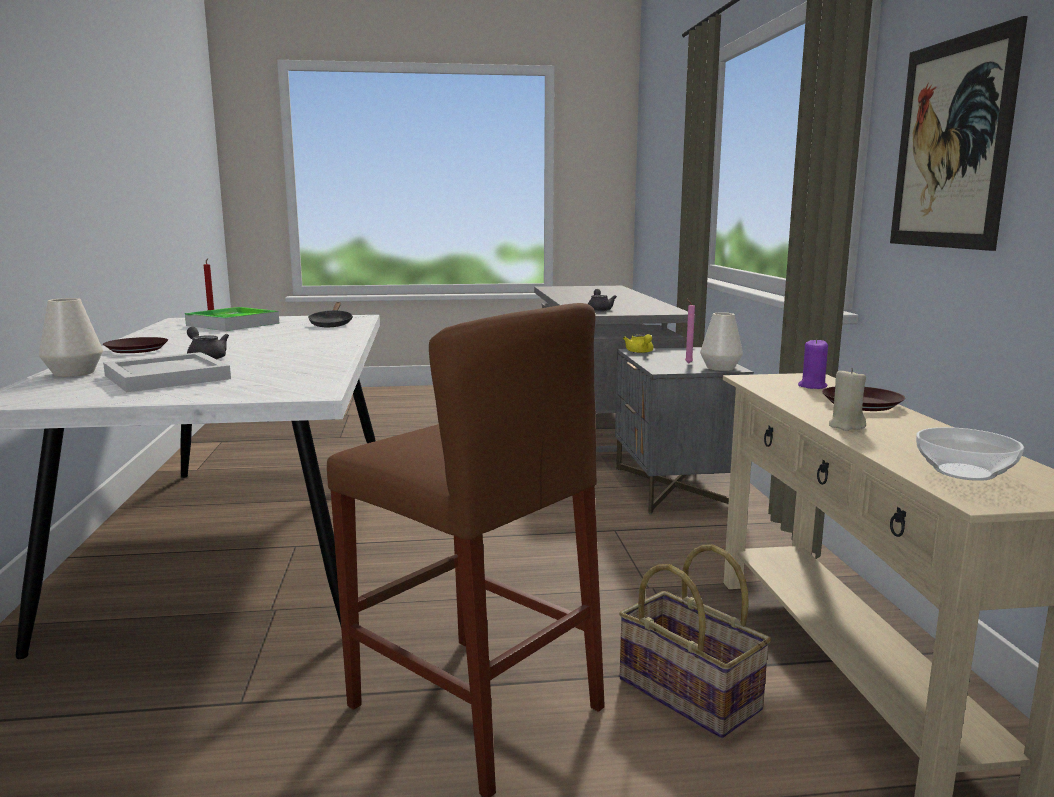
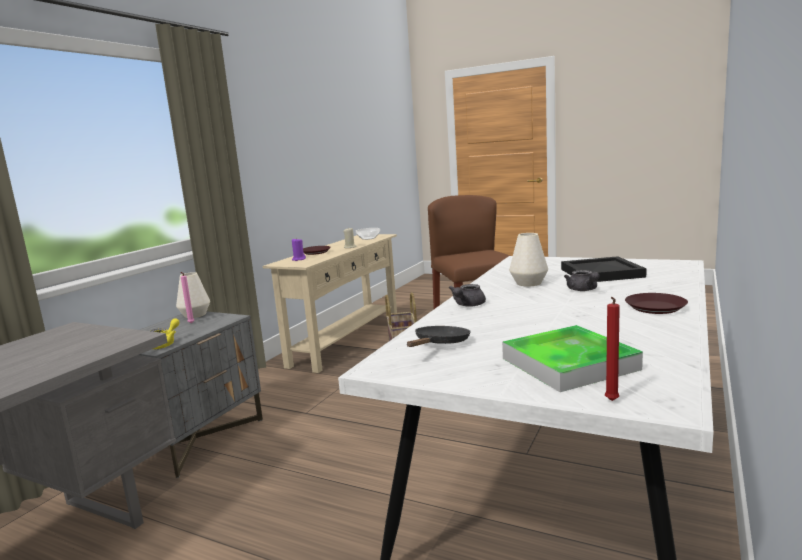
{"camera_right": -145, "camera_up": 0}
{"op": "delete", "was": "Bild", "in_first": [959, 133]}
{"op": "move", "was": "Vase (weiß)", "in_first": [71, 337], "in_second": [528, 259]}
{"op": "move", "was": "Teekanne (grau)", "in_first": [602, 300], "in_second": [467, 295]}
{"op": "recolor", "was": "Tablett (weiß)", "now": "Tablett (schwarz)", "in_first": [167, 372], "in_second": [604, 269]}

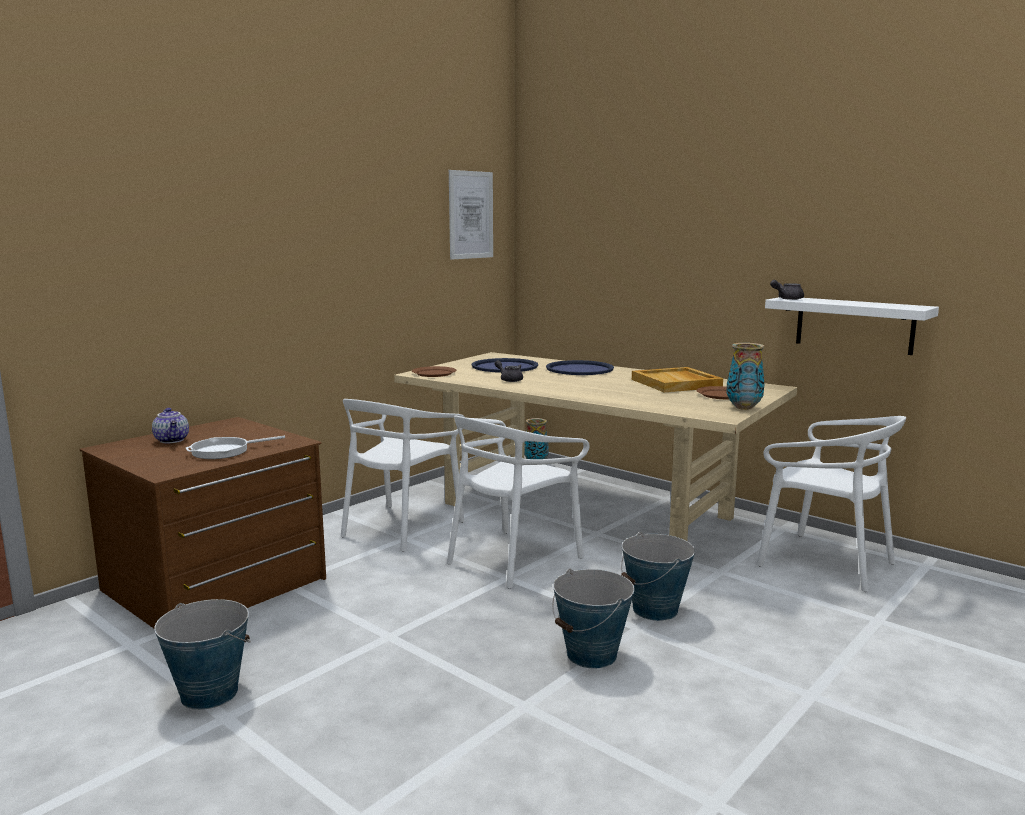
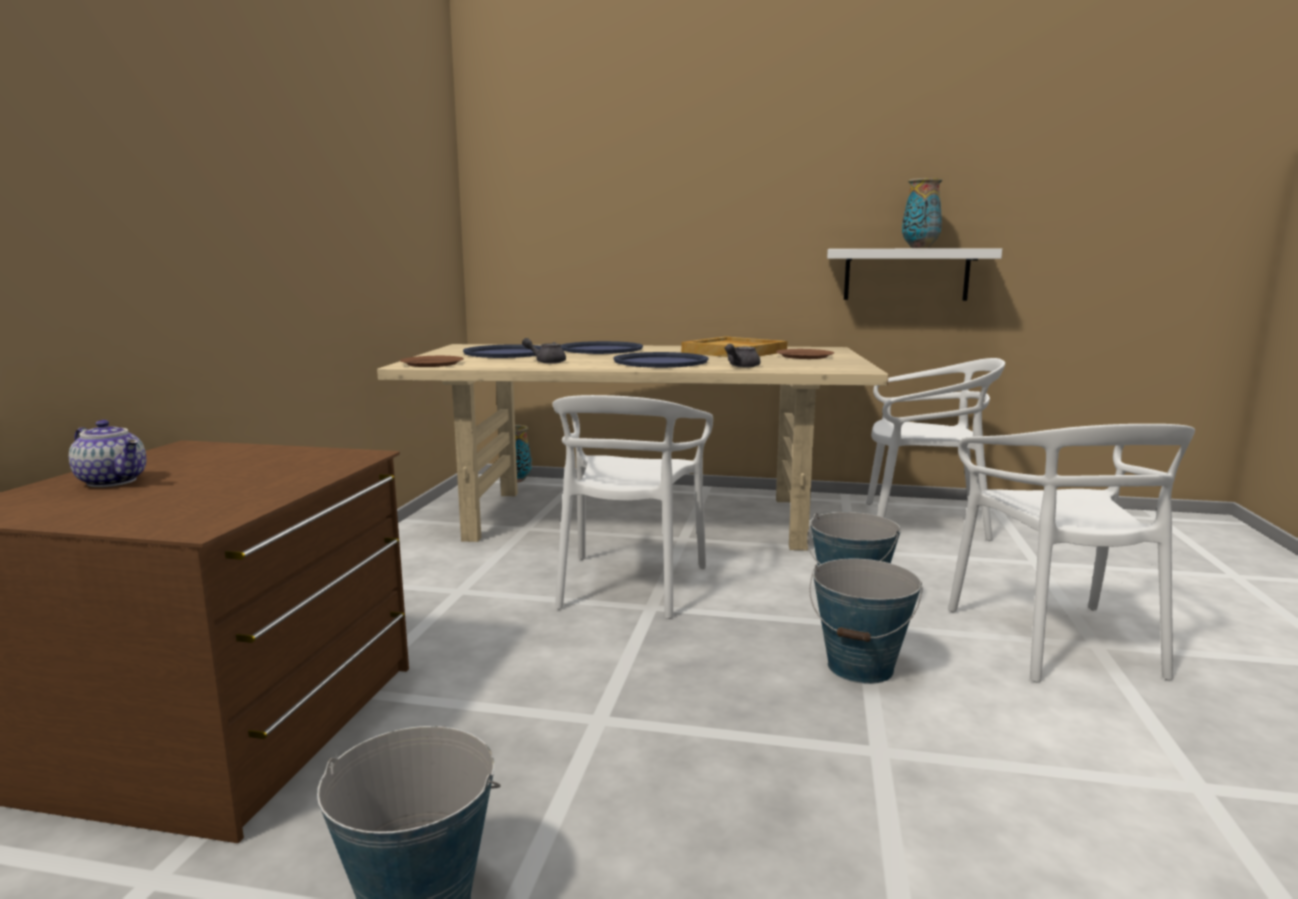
{"camera_right": -30, "camera_up": 0}
{"op": "delete", "was": "Pfanne", "in_first": [235, 447]}
{"op": "delete", "was": "Bild", "in_first": [471, 215]}
{"op": "insert", "now": "Tablett (blau)", "in_second": [660, 360]}
{"op": "move", "was": "Stuhl (weiß)", "in_first": [403, 475], "in_second": [1071, 553]}
{"op": "move", "was": "Vase", "in_first": [745, 376], "in_second": [922, 213]}
{"op": "move", "was": "Teekanne (grau)", "in_first": [787, 290], "in_second": [742, 355]}

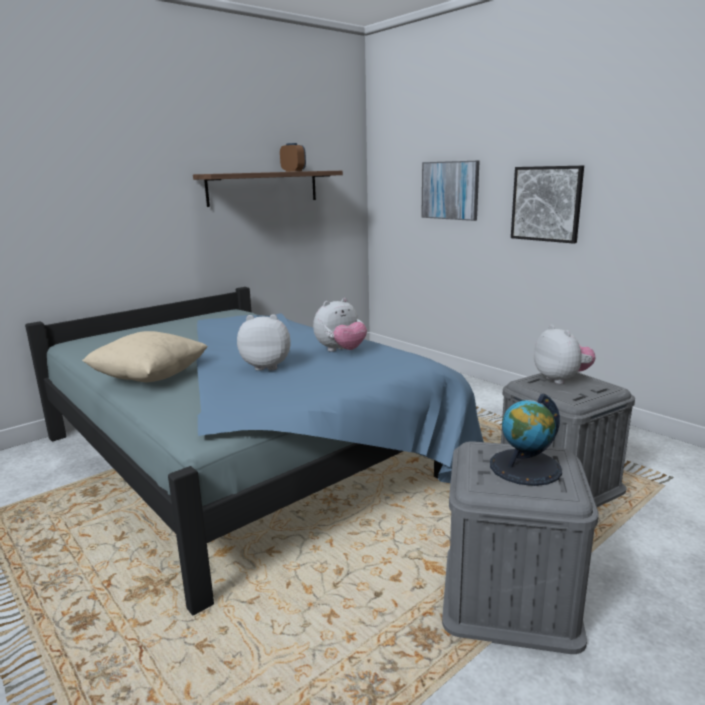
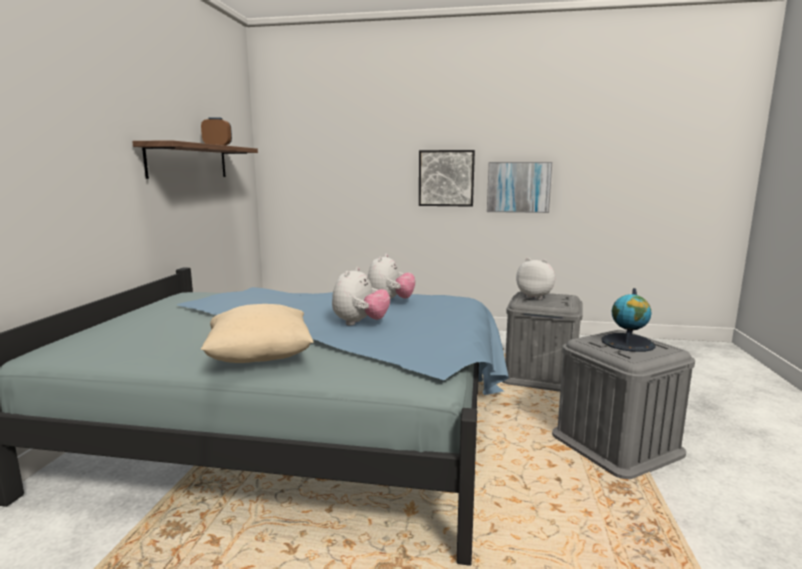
{"camera_right": -40, "camera_up": -5}
{"op": "move", "was": "Bild", "in_first": [450, 191], "in_second": [519, 187]}
{"op": "rotate", "was": "Plüschtier", "in_first": [264, 342], "in_second": [361, 296], "clockwise": 150}

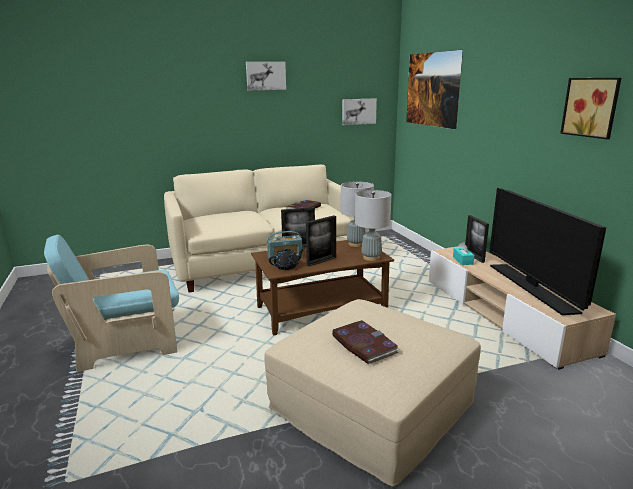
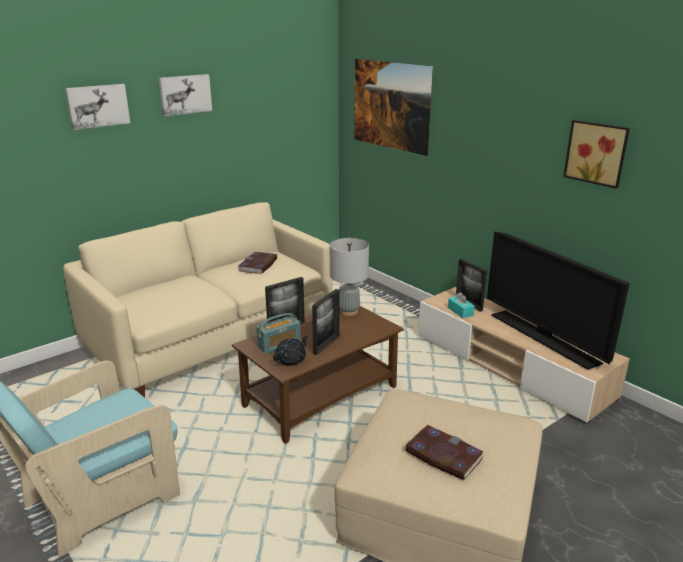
{"camera_right": -20, "camera_up": 5}
{"op": "delete", "was": "Tischlampe (grau)", "in_first": [373, 225]}
{"op": "move", "was": "Bild", "in_first": [359, 111], "in_second": [97, 107]}

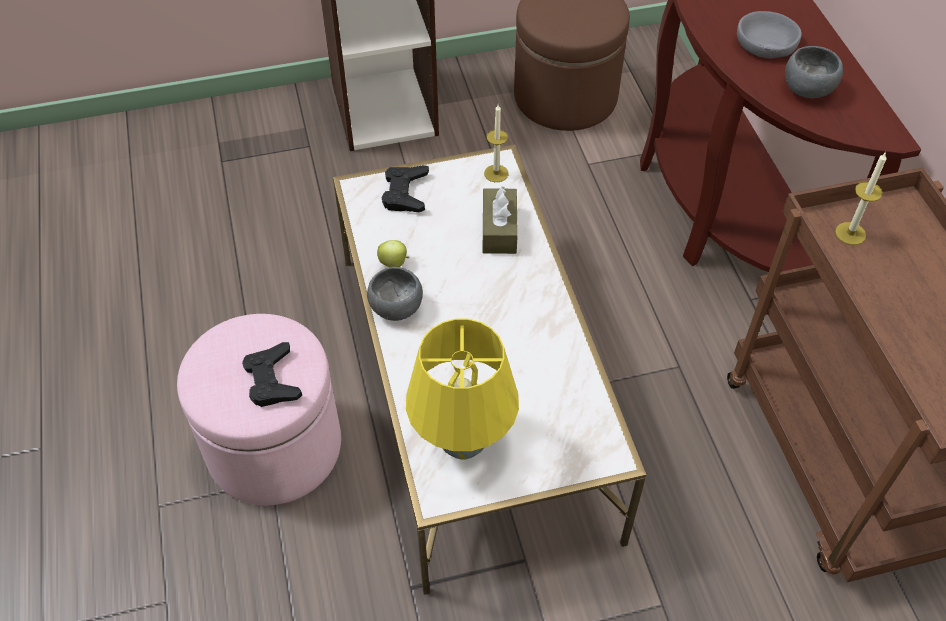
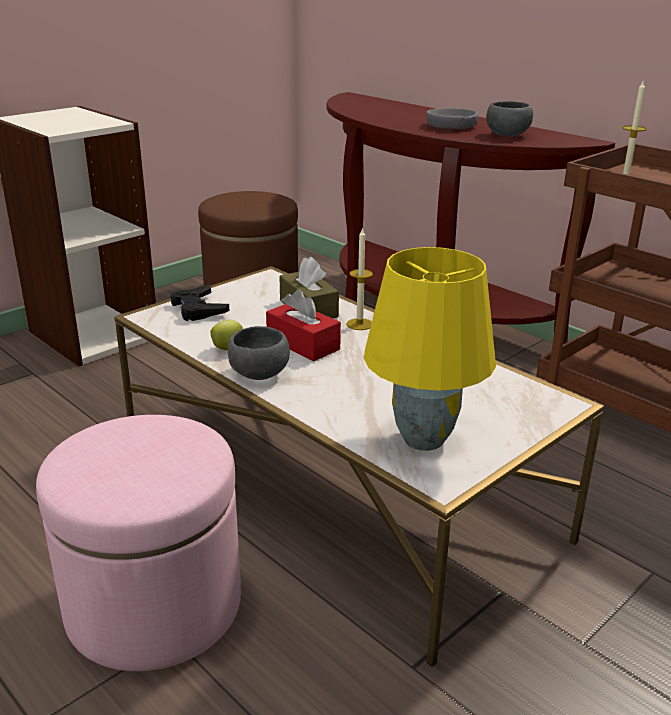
{"camera_right": -30, "camera_up": -25}
{"op": "delete", "was": "Gamepad (schwarz)", "in_first": [272, 374]}
{"op": "insert", "now": "Taschentuchbox (rot)", "in_second": [303, 325]}
{"op": "move", "was": "Kerze", "in_first": [496, 143], "in_second": [359, 278]}

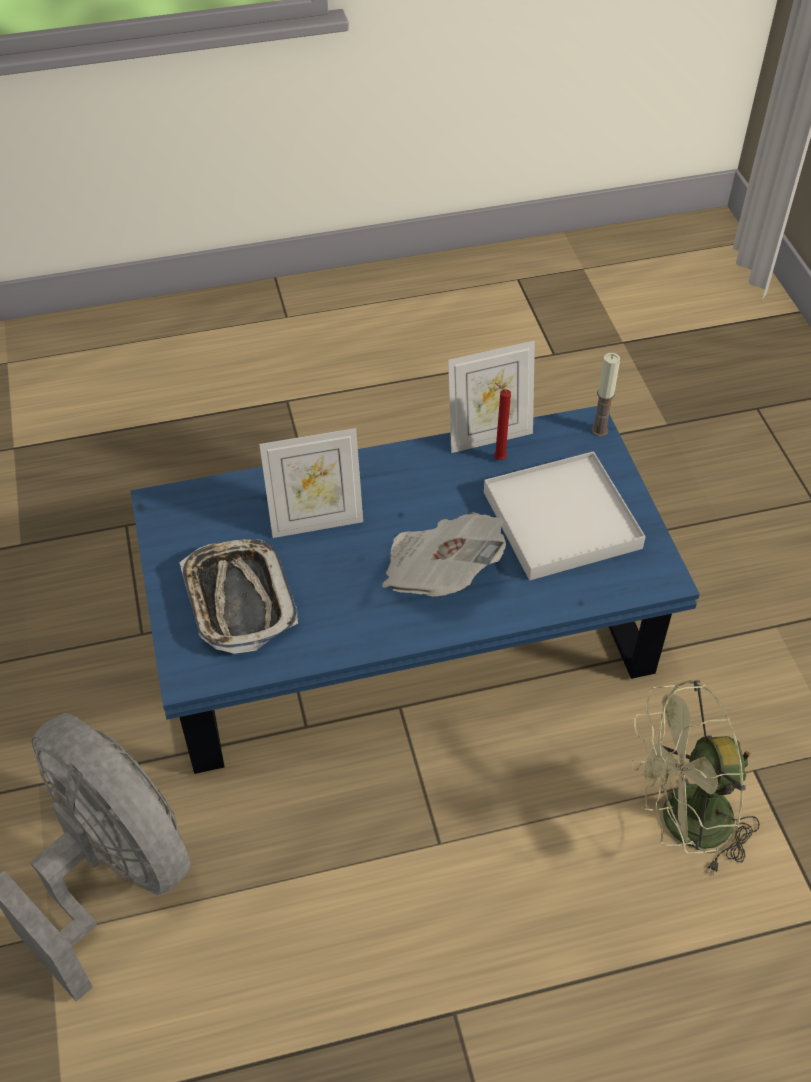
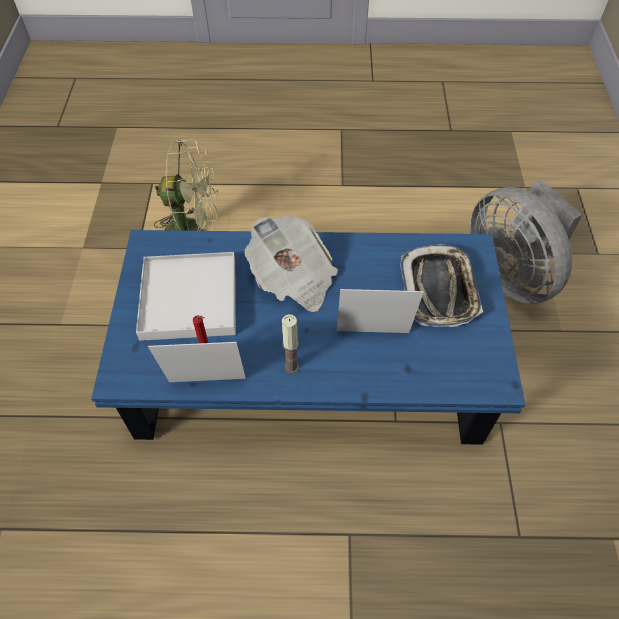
{"camera_right": -165, "camera_up": 5}
{"op": "move", "was": "Kerze", "in_first": [605, 395], "in_second": [290, 344]}

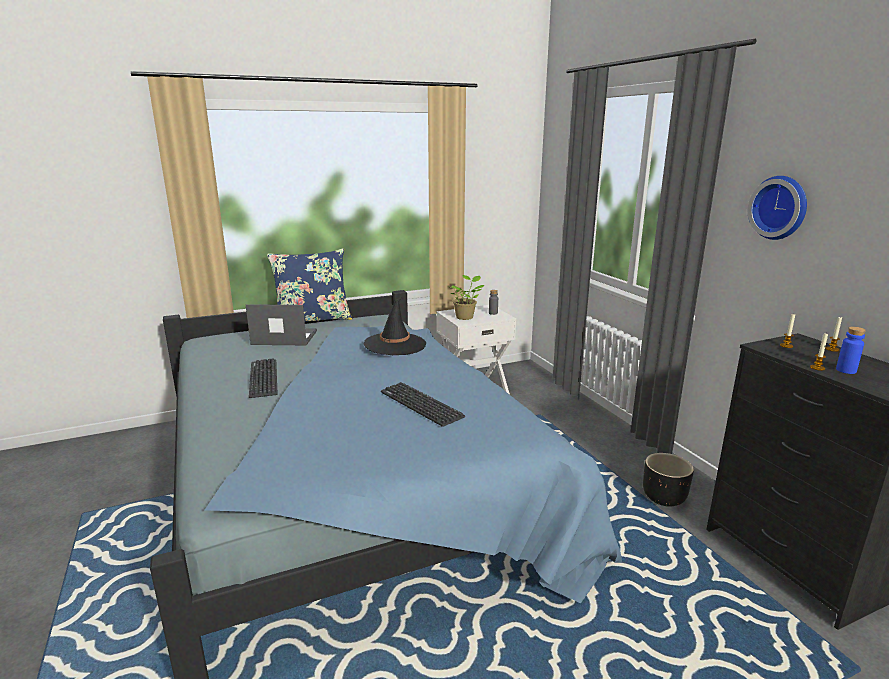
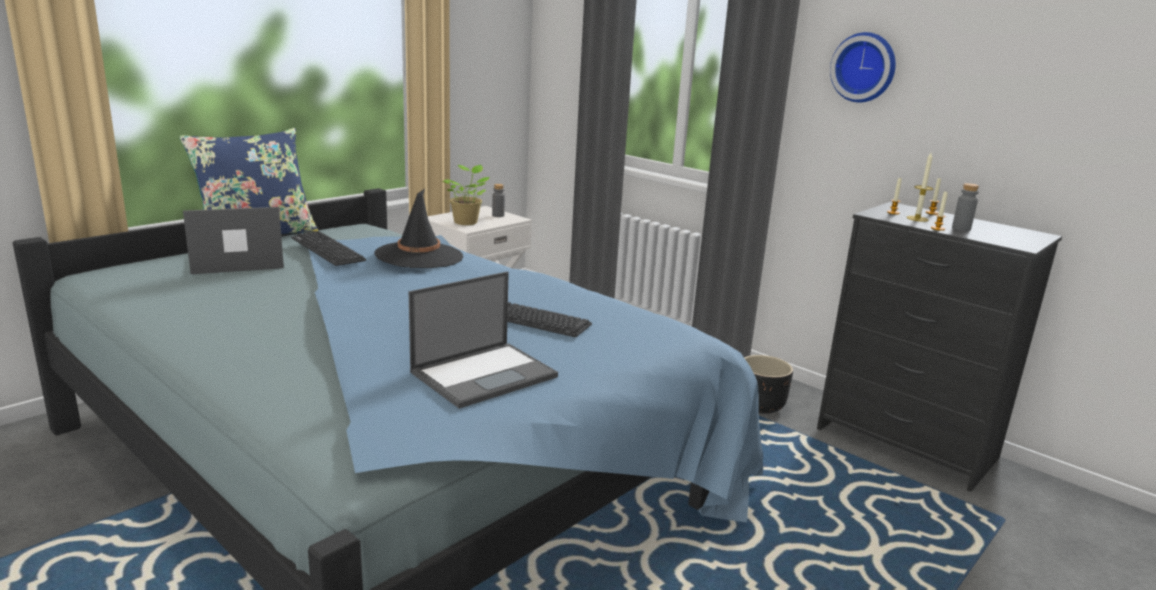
{"camera_right": -25, "camera_up": 0}
{"op": "insert", "now": "Laptop", "in_second": [483, 340]}
{"op": "insert", "now": "Kerze", "in_second": [919, 186]}
{"op": "move", "was": "Tastatur", "in_first": [263, 378], "in_second": [329, 248]}
{"op": "recolor", "was": "Flasche (blau)", "now": "Flasche (grau)", "in_first": [851, 350], "in_second": [965, 207]}

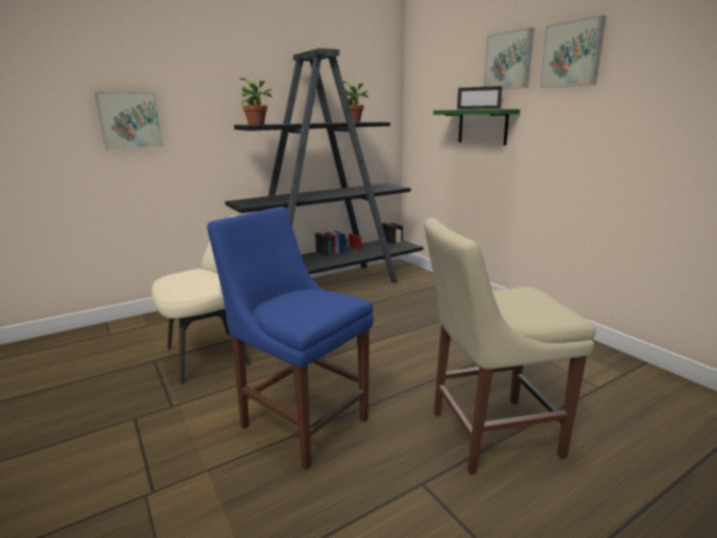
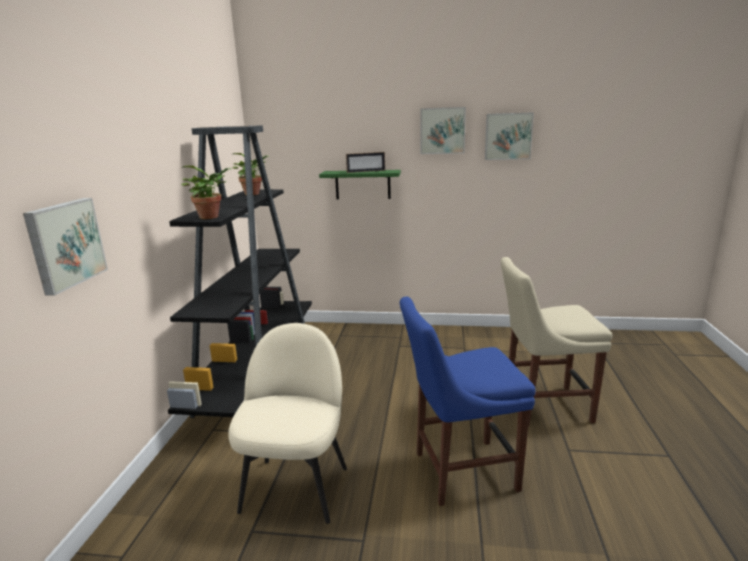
{"camera_right": -50, "camera_up": 0}
{"op": "move", "was": "Bild", "in_first": [509, 58], "in_second": [509, 136]}
{"op": "rotate", "was": "Stuhl (beige)", "in_first": [510, 346], "in_second": [556, 342], "clockwise": 60}

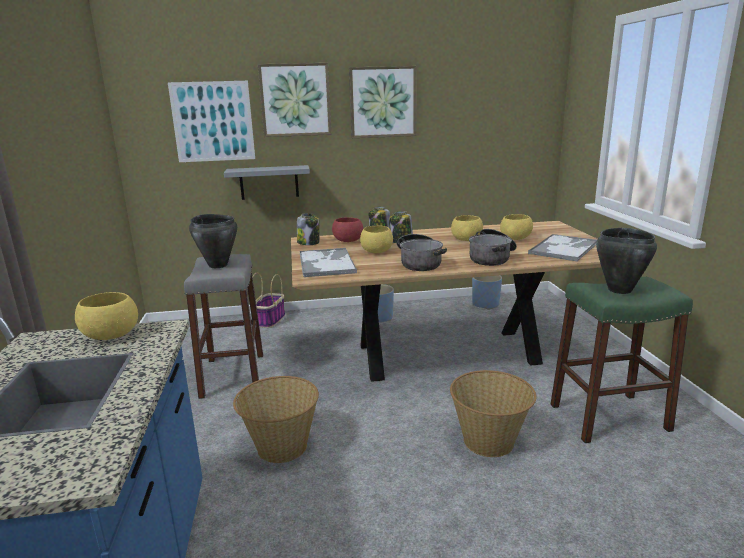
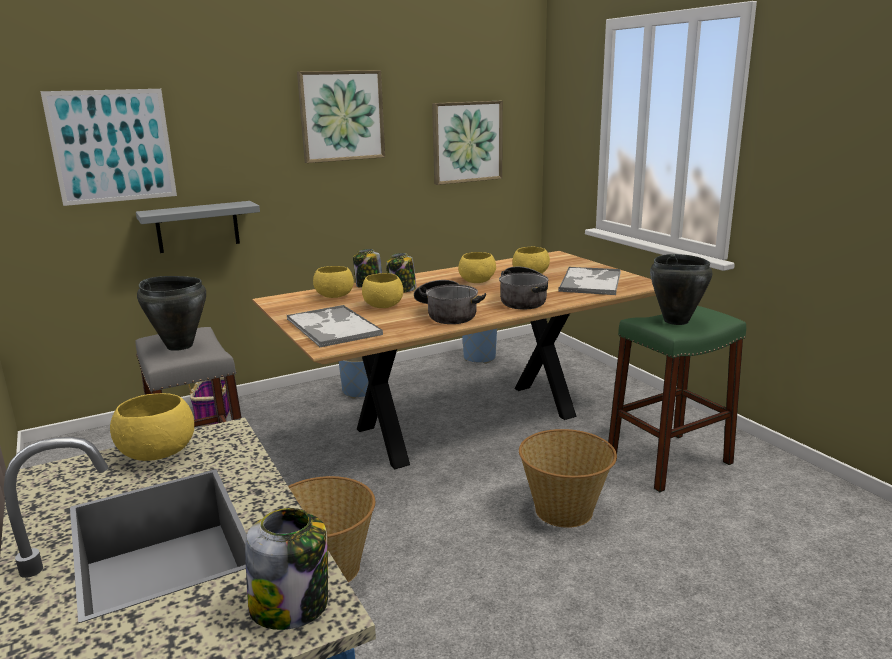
{"camera_right": -20, "camera_up": 0}
{"op": "move", "was": "Bild", "in_first": [295, 100], "in_second": [467, 143]}
{"op": "move", "was": "Vorratsglas", "in_first": [308, 229], "in_second": [286, 569]}
{"op": "recolor", "was": "Schüssel (rot)", "now": "Schüssel (gelb)", "in_first": [347, 229], "in_second": [333, 282]}

